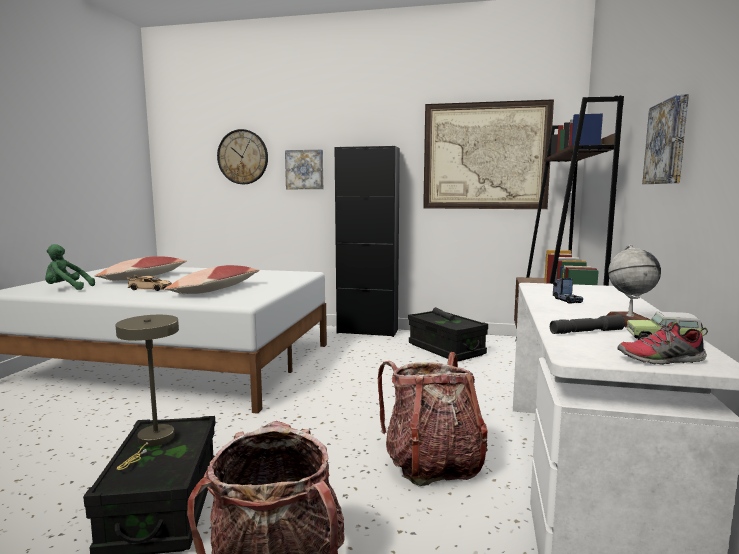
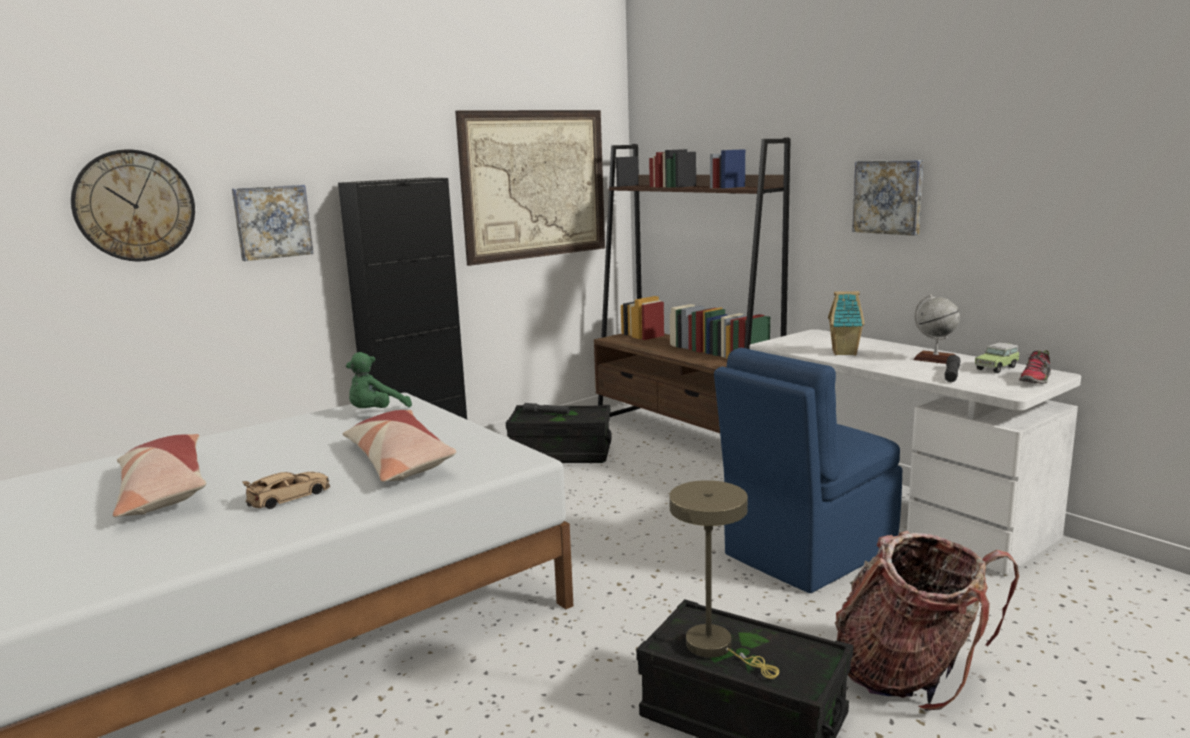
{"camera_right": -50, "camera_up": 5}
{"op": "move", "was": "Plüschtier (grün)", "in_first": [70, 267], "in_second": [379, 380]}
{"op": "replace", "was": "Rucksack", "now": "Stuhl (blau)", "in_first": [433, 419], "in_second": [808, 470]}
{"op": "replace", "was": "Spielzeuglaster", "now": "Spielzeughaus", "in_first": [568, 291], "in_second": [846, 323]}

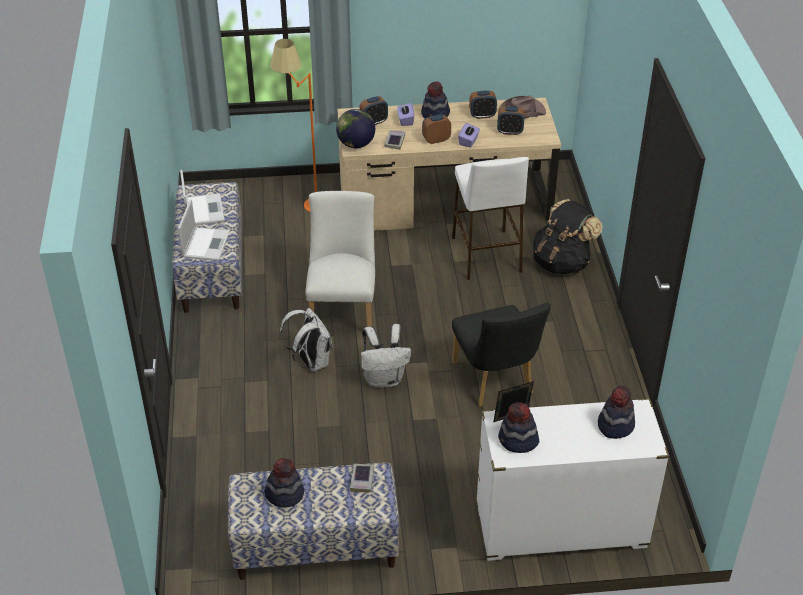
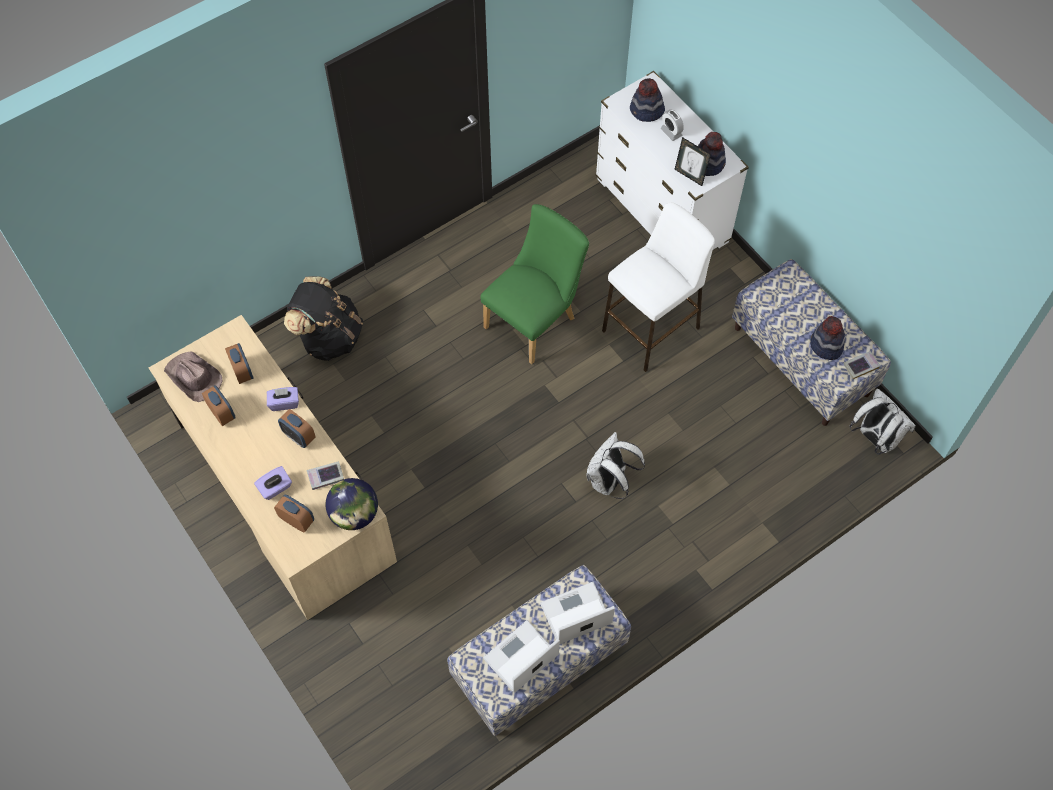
{"camera_right": -120, "camera_up": 20}
{"op": "delete", "was": "Stehlampe (orange)", "in_first": [293, 125]}
{"op": "delete", "was": "Stuhl (weiß)", "in_first": [340, 259]}
{"op": "delete", "was": "Hut", "in_first": [435, 99]}
{"op": "insert", "now": "Wecker", "in_second": [672, 125]}
{"op": "move", "was": "Buch", "in_first": [362, 478], "in_second": [861, 365]}
{"op": "move", "was": "Rucksack (weiß)", "in_first": [386, 356], "in_second": [883, 421]}
{"op": "move", "was": "Hocker (weiß)", "in_first": [490, 218], "in_second": [658, 287]}
{"op": "recolor", "was": "Stuhl (schwarz)", "now": "Stuhl (grün)", "in_first": [501, 355], "in_second": [534, 284]}

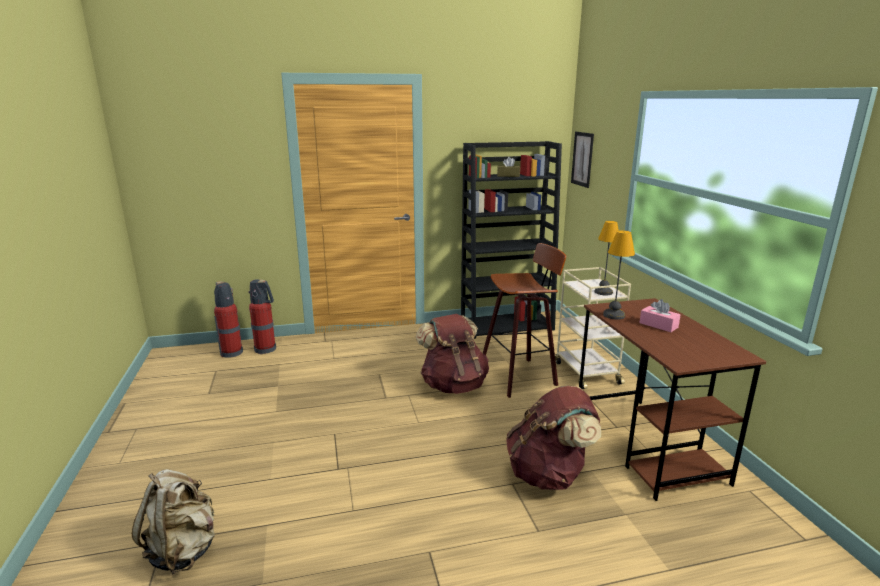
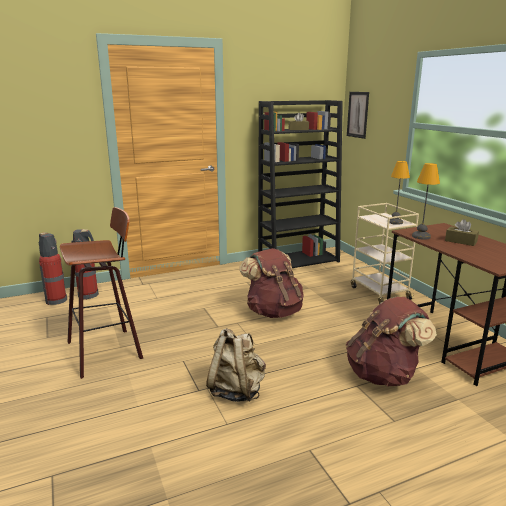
{"camera_right": -10, "camera_up": 0}
{"op": "move", "was": "Rucksack (beige)", "in_first": [173, 522], "in_second": [236, 365]}
{"op": "move", "was": "Hocker", "in_first": [524, 320], "in_second": [101, 293]}
{"op": "recolor", "was": "Taschentuchbox (rosa)", "now": "Taschentuchbox (braun)", "in_first": [660, 315], "in_second": [462, 232]}

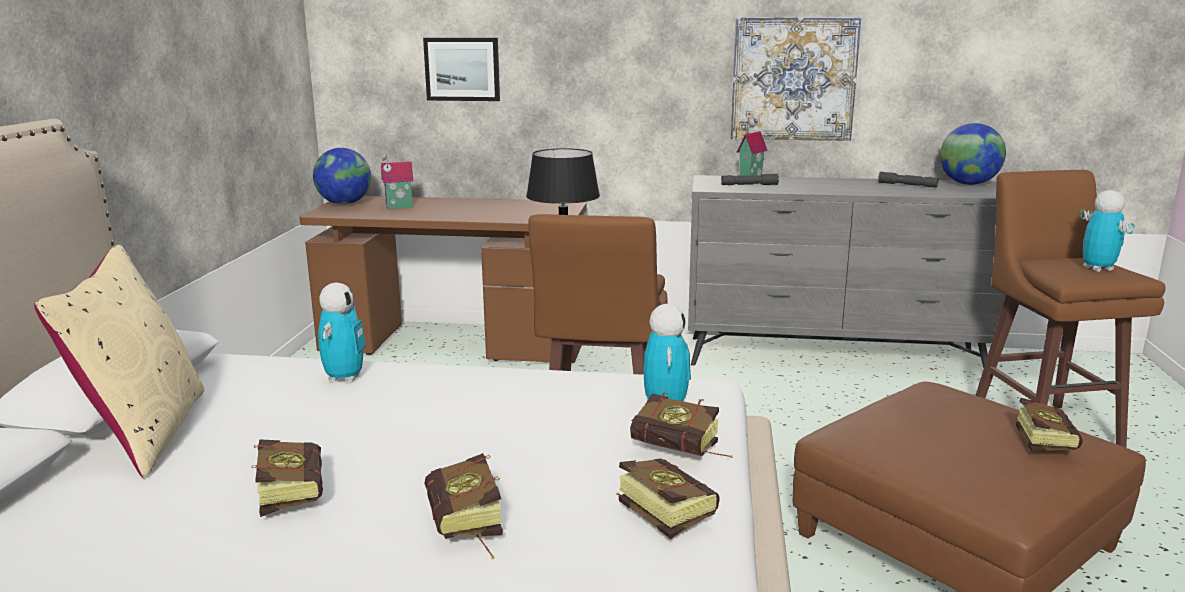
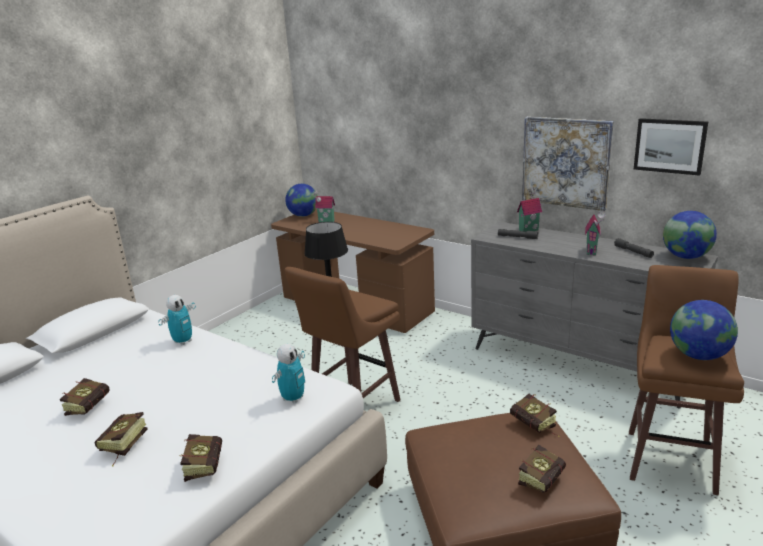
{"camera_right": 30, "camera_up": 5}
{"op": "delete", "was": "Kissen (beige)", "in_first": [119, 362]}
{"op": "insert", "now": "Spielzeughaus", "in_second": [595, 233]}
{"op": "move", "was": "Bild", "in_first": [461, 69], "in_second": [671, 147]}
{"op": "move", "was": "Buch", "in_first": [681, 424], "in_second": [535, 415]}
{"op": "replace", "was": "Spielzeugroboter", "now": "Globus", "in_first": [1107, 231], "in_second": [704, 330]}

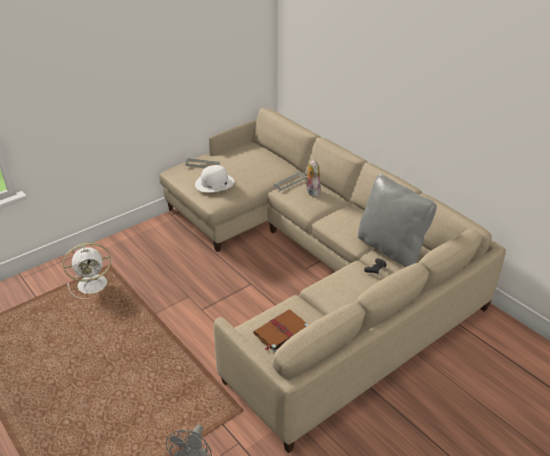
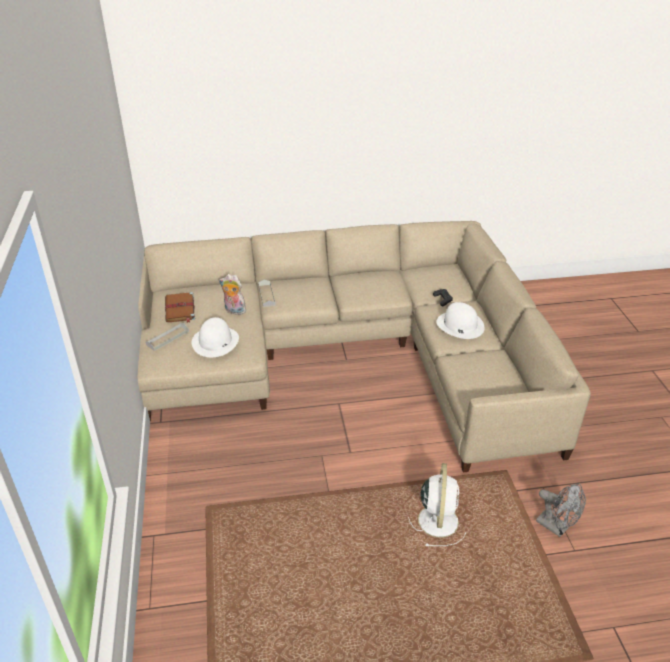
{"camera_right": -60, "camera_up": 0}
{"op": "delete", "was": "Kissen (grau)", "in_first": [397, 220]}
{"op": "insert", "now": "Hut (weiß)", "in_second": [460, 320]}
{"op": "move", "was": "Ventilator (weiß)", "in_first": [89, 271], "in_second": [437, 504]}
{"op": "move", "was": "Buch (braun)", "in_first": [281, 331], "in_second": [180, 307]}
{"op": "move", "was": "Plüschtier", "in_first": [313, 178], "in_second": [232, 294]}

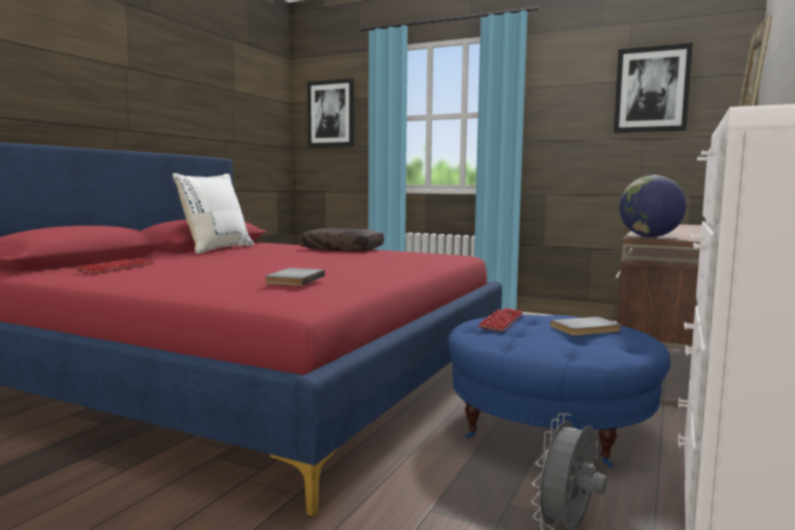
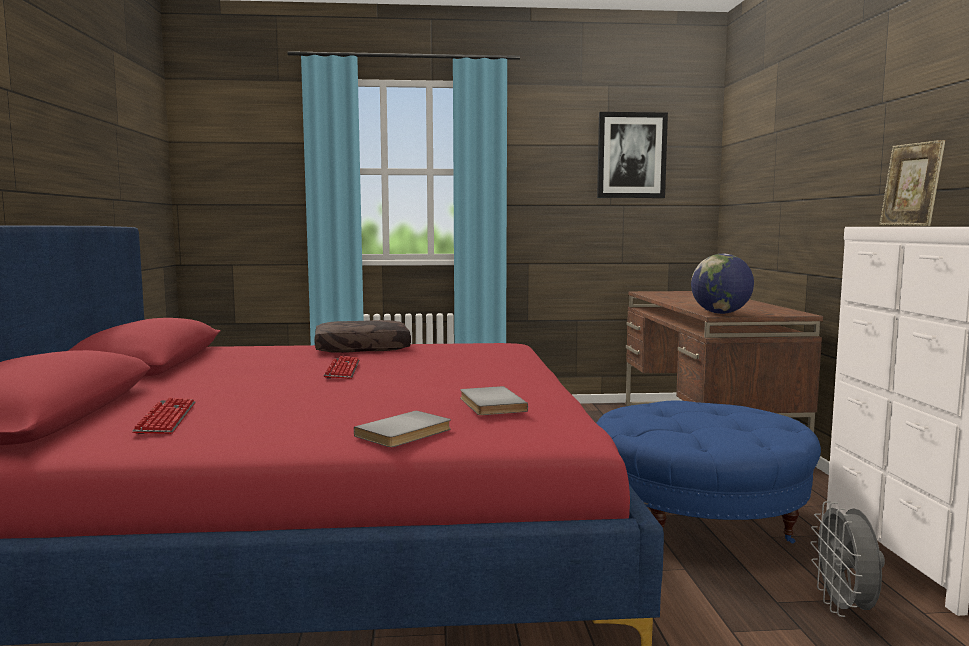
{"camera_right": -30, "camera_up": 0}
{"op": "delete", "was": "Kissen (weiß)", "in_first": [213, 213]}
{"op": "delete", "was": "Bild", "in_first": [330, 112]}
{"op": "move", "was": "Tastatur", "in_first": [501, 320], "in_second": [342, 367]}
{"op": "move", "was": "Buch (grau)", "in_first": [585, 326], "in_second": [402, 429]}

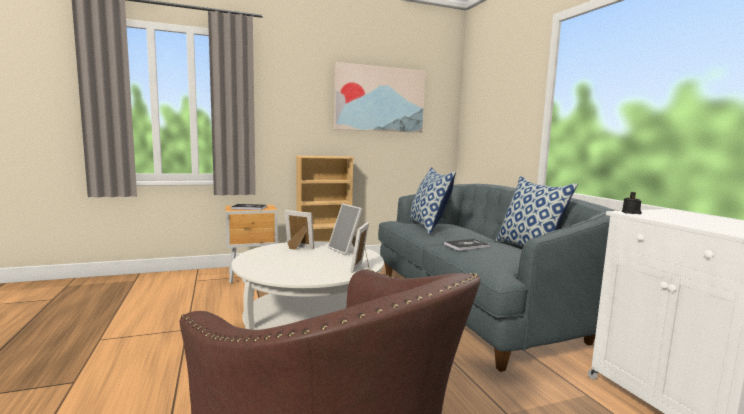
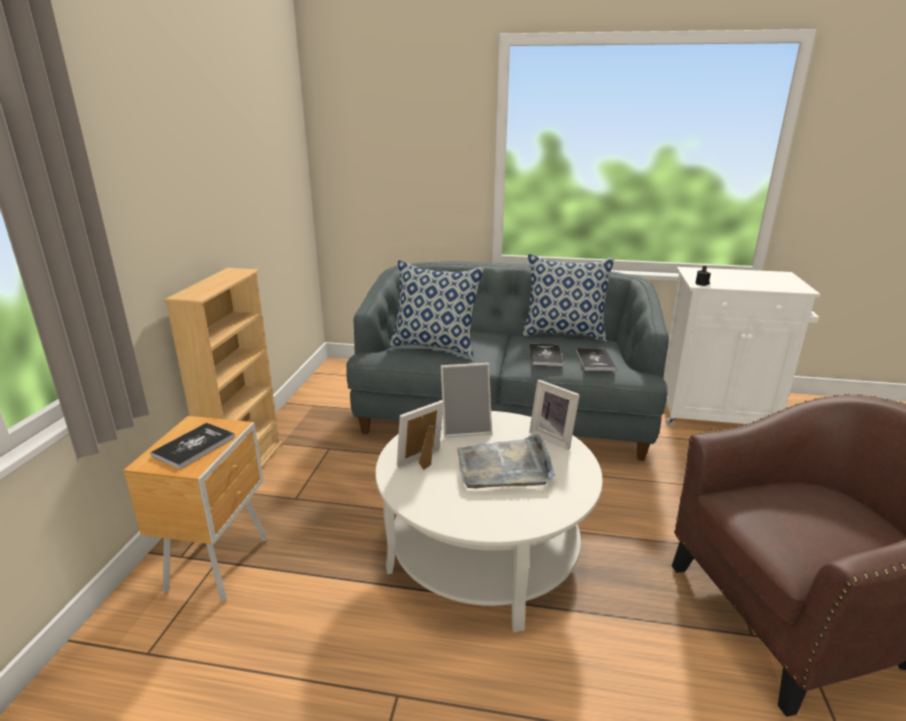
{"camera_right": -60, "camera_up": 15}
{"op": "delete", "was": "Bild", "in_first": [379, 97]}
{"op": "insert", "now": "Tablett (grau)", "in_second": [506, 461]}
{"op": "insert", "now": "Buch", "in_second": [596, 359]}

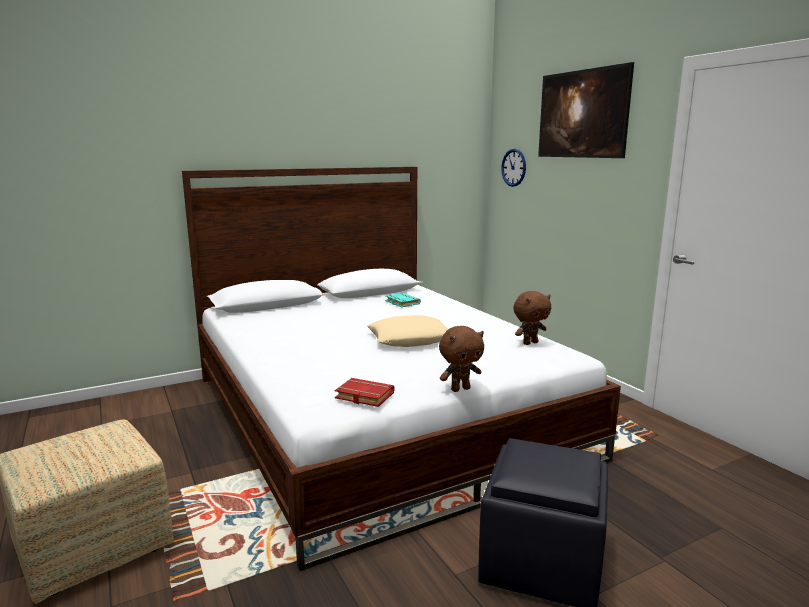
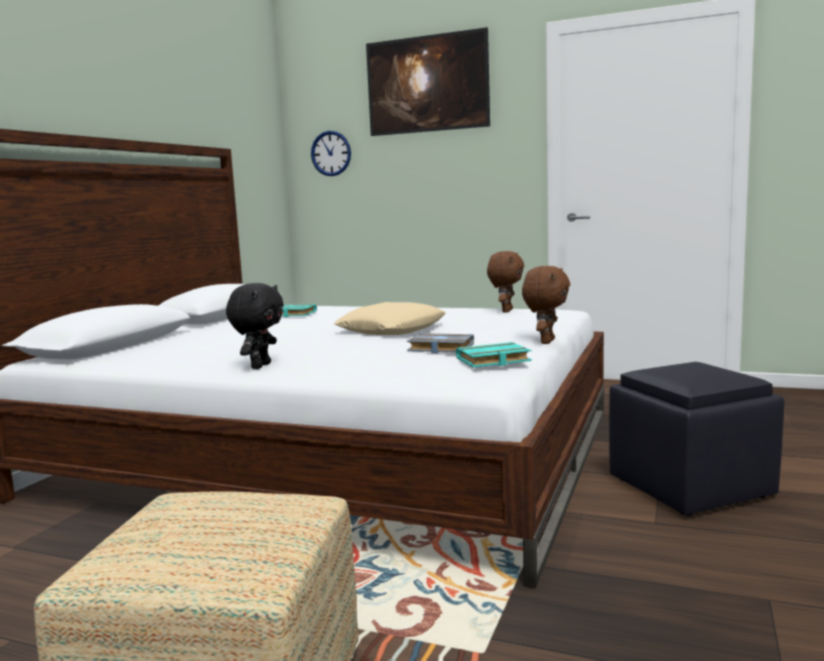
{"camera_right": -40, "camera_up": -5}
{"op": "insert", "now": "Plüschtier (schwarz)", "in_second": [254, 326]}
{"op": "insert", "now": "Buch (grau)", "in_second": [440, 343]}
{"op": "recolor", "was": "Buch (rot)", "now": "Buch (türkis)", "in_first": [365, 392], "in_second": [494, 355]}

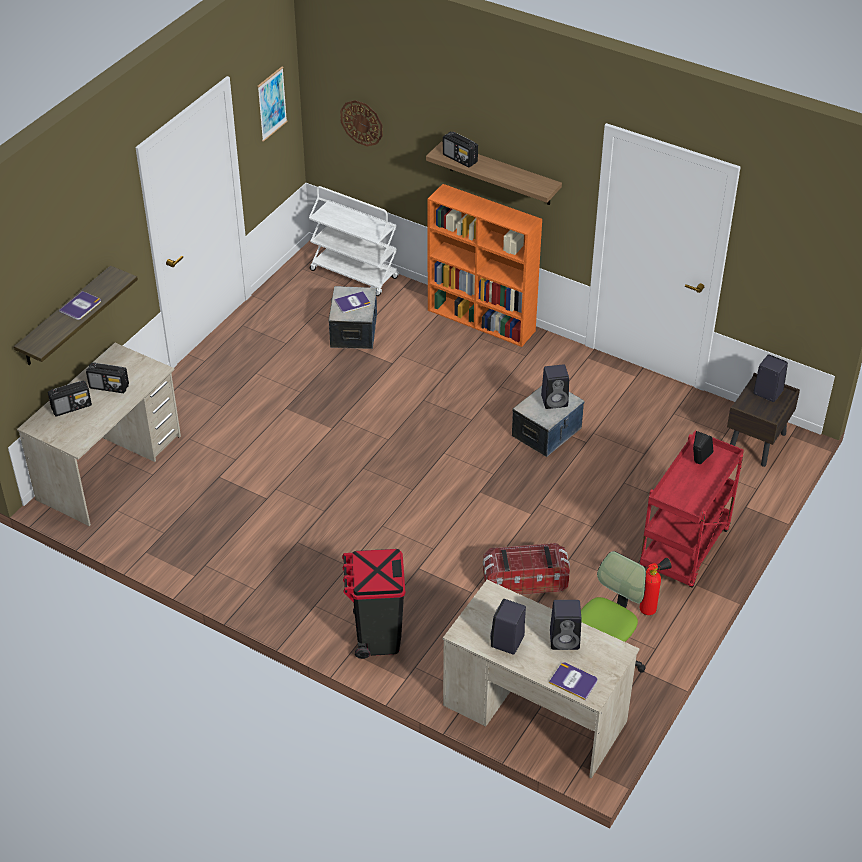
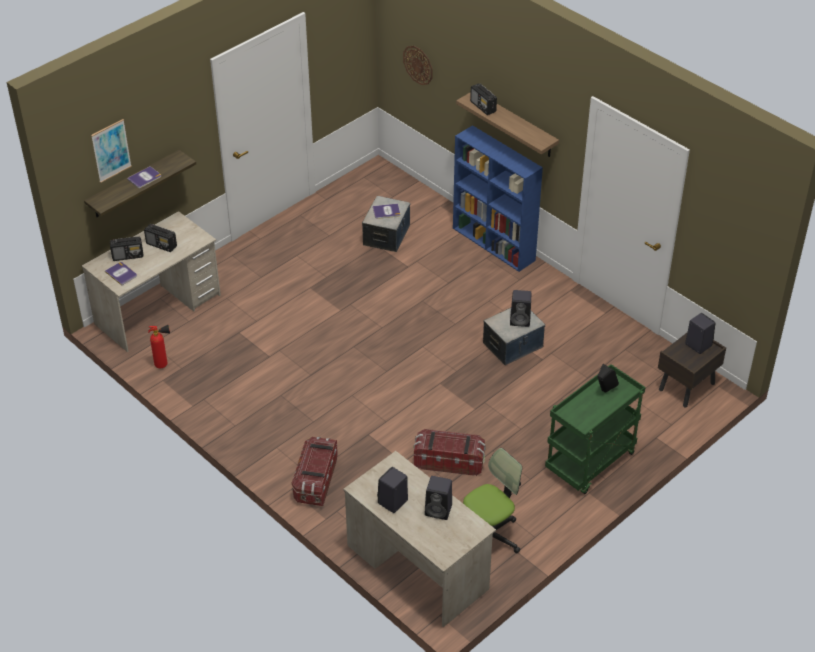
{"camera_right": 15, "camera_up": 0}
{"op": "delete", "was": "Rollwagen (weiß)", "in_first": [354, 241]}
{"op": "move", "was": "Bild", "in_first": [272, 104], "in_second": [111, 151]}
{"op": "move", "was": "Buch", "in_first": [573, 681], "in_second": [121, 273]}
{"op": "move", "was": "Feuerlöscher", "in_first": [656, 586], "in_second": [159, 346]}
{"op": "replace", "was": "Mülleimer (schwarz)", "now": "Aufbewahrungsbox", "in_first": [373, 604], "in_second": [315, 471]}
{"op": "recolor", "was": "Bücherregal (orange)", "now": "Bücherregal (blau)", "in_first": [485, 265], "in_second": [498, 198]}
{"op": "recolor", "was": "Rollwagen (rot)", "now": "Rollwagen (grün)", "in_first": [692, 509], "in_second": [595, 429]}

